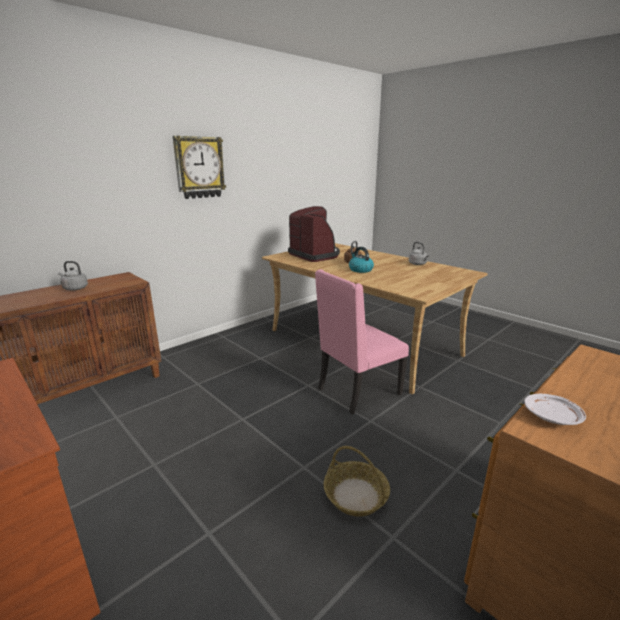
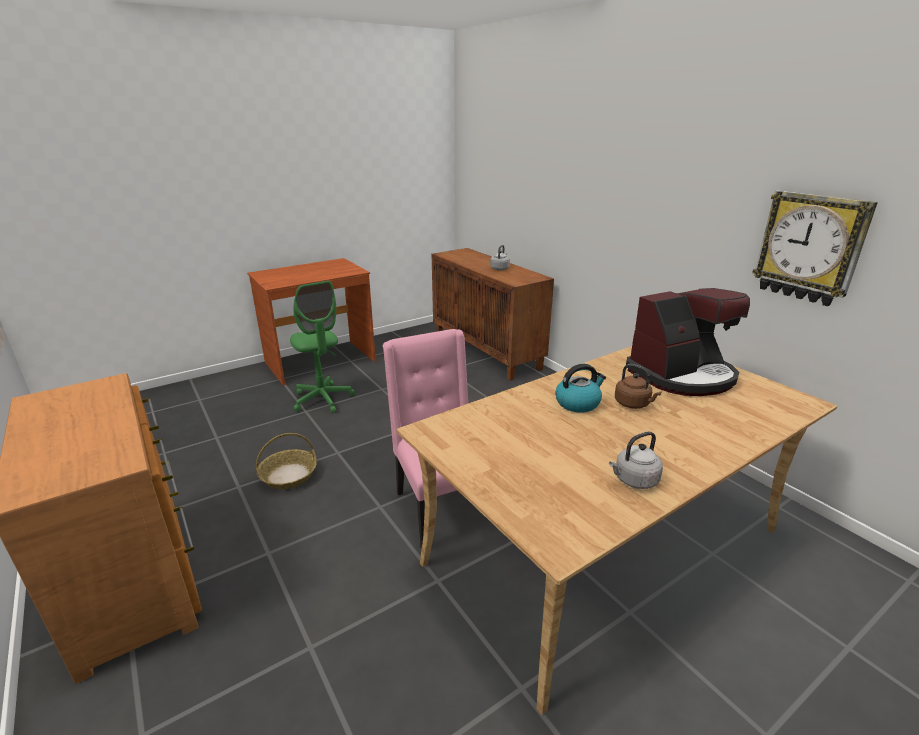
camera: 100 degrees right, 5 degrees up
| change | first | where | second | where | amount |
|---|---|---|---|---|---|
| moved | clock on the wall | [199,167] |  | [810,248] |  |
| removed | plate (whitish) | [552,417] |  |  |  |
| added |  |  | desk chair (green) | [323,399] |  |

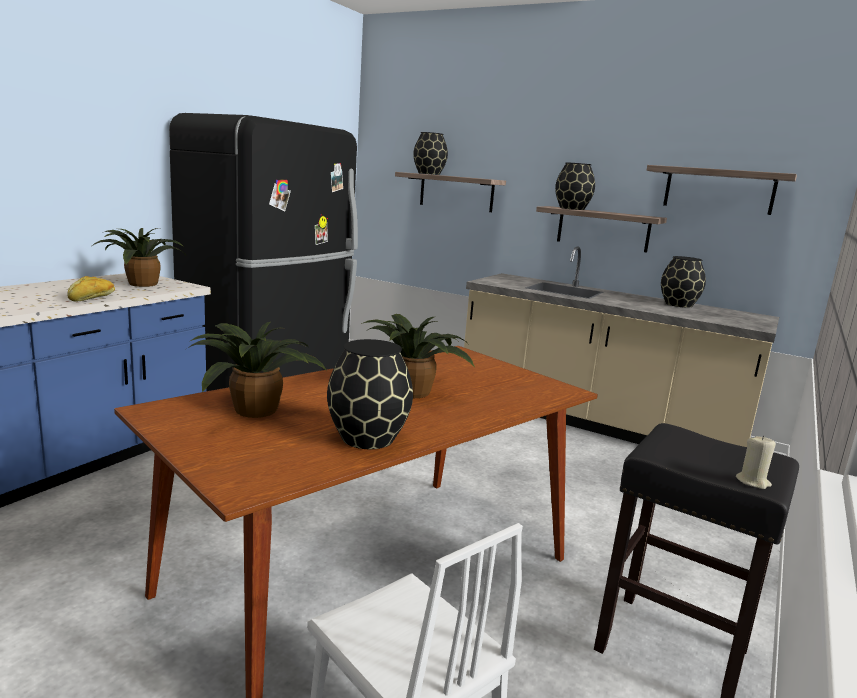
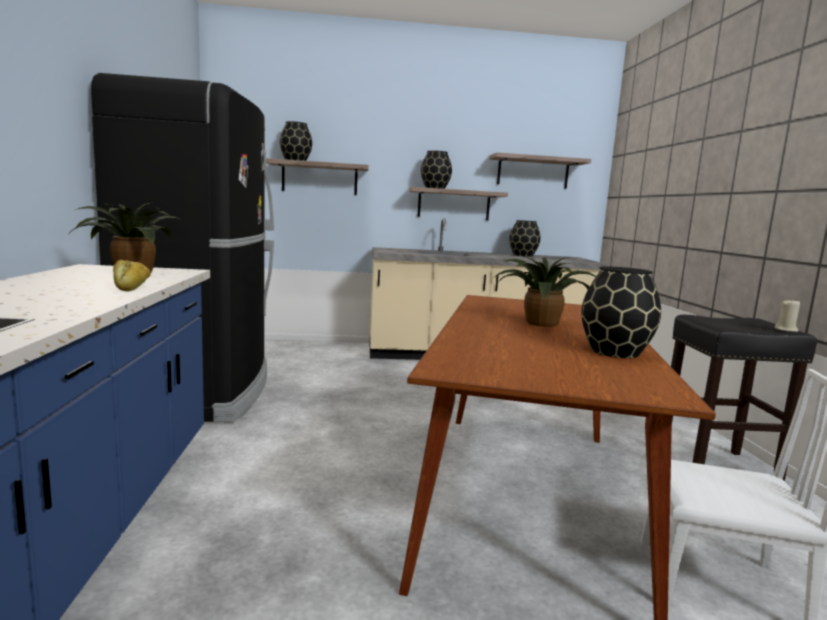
camera: 35 degrees left, 5 degrees down
| change | first | where | second | where | amount |
|---|---|---|---|---|---|
| removed | plant in a pot | [255,409] |  |  |  |

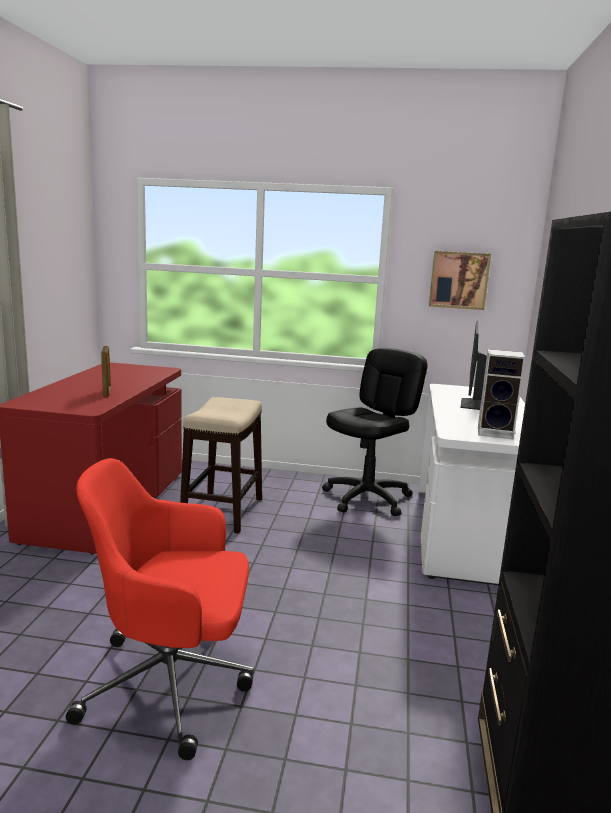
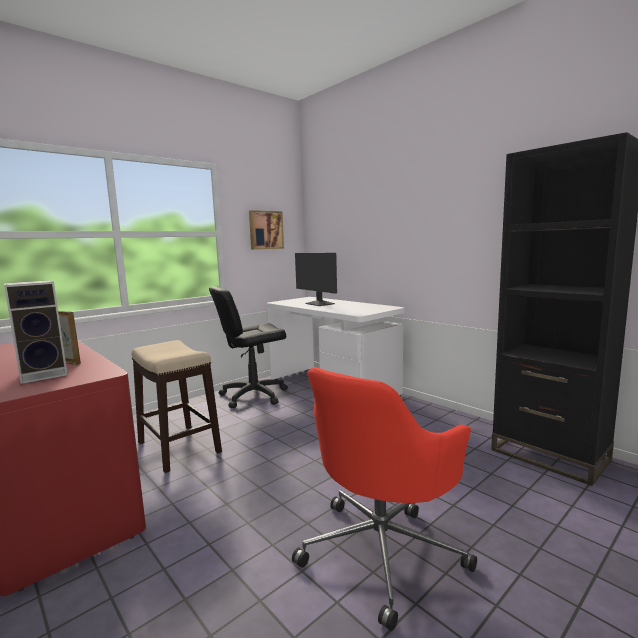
camera: 50 degrees left, 5 degrees down
| change | first | where | second | where | amount |
|---|---|---|---|---|---|
| turned | desk chair (black-coloured) | [367,498] |  | [253,395] | 105 degrees counterclockwise |
| moved | speaker | [496,432] |  | [45,374] |  |

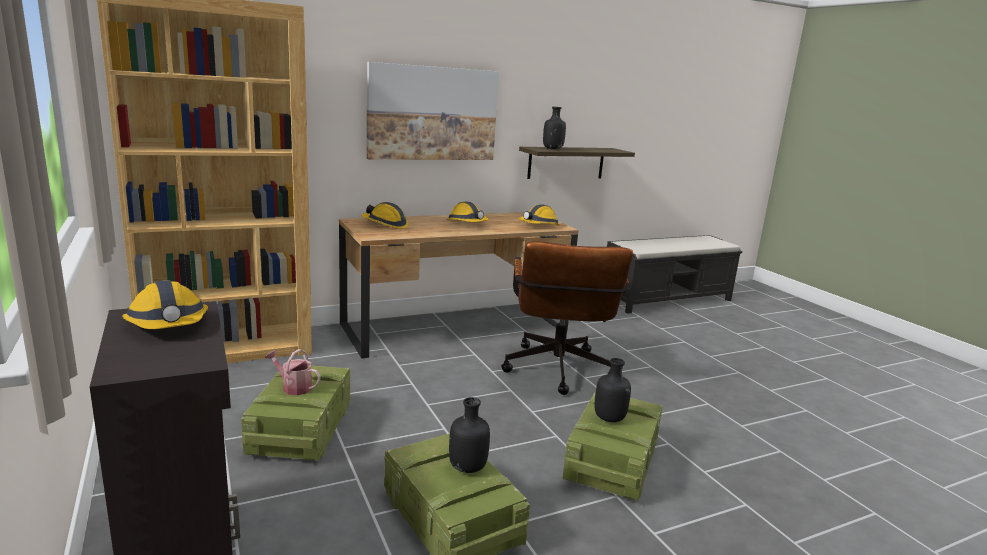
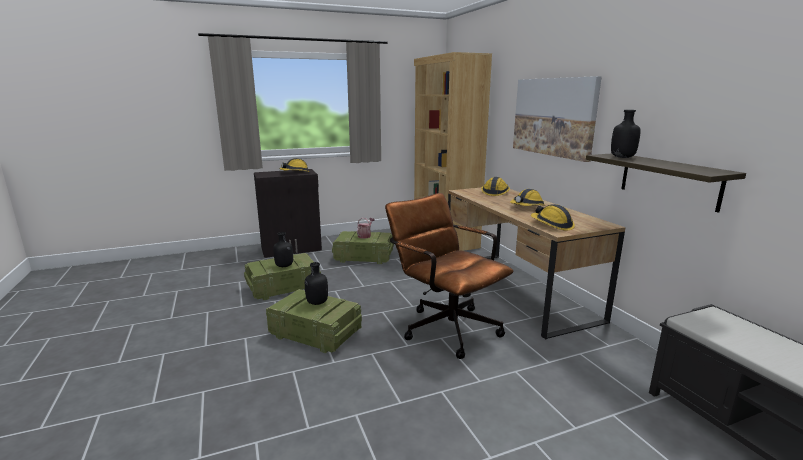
camera: 95 degrees right, 0 degrees up
| change | first | where | second | where | amount |
|---|---|---|---|---|---|
| turned | desk chair (brown-coloured) | [558,373] |  | [445,326] | 45 degrees clockwise |

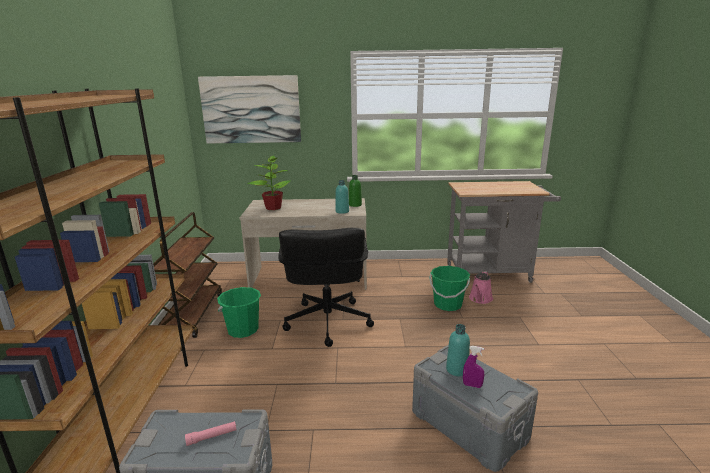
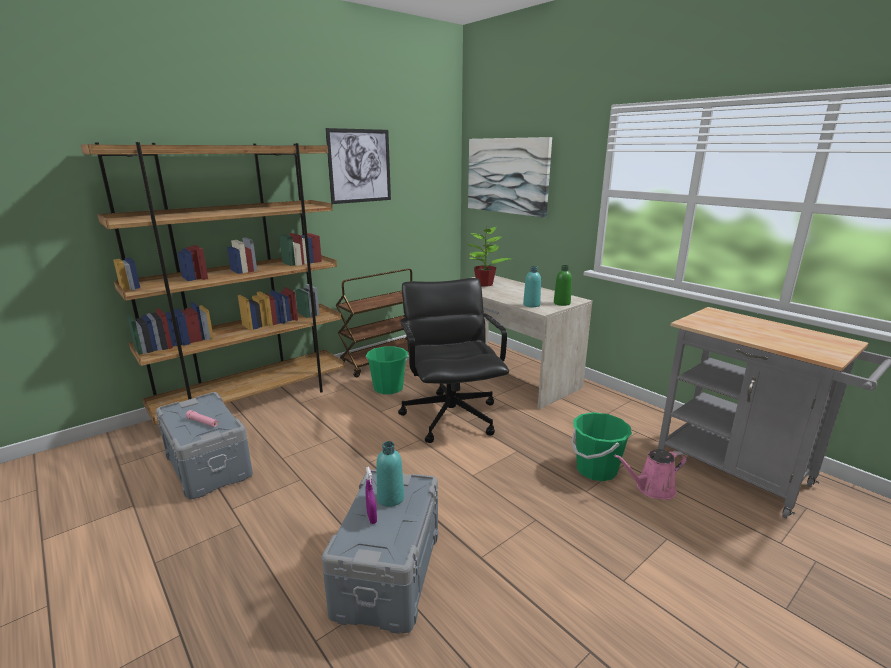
camera: 50 degrees right, 0 degrees up
| change | first | where | second | where | amount |
|---|---|---|---|---|---|
| turned | desk chair (black-coloured) | [327,322] |  | [451,416] | 120 degrees clockwise |
| added |  |  | picture | [359,166] |  |

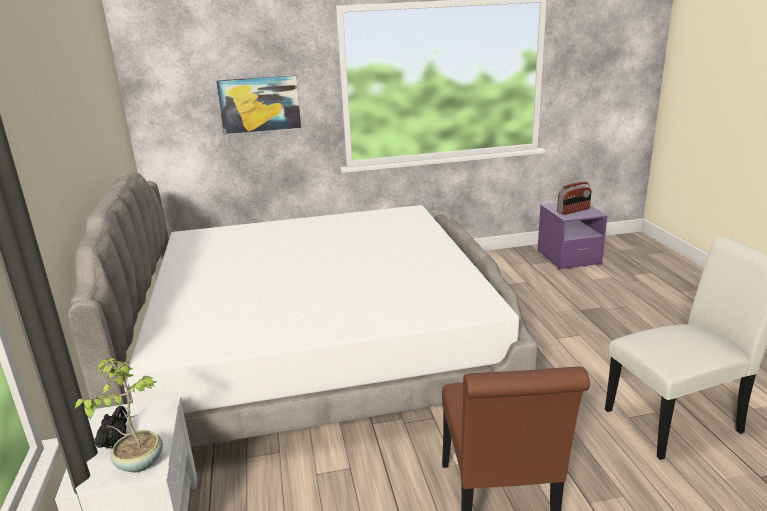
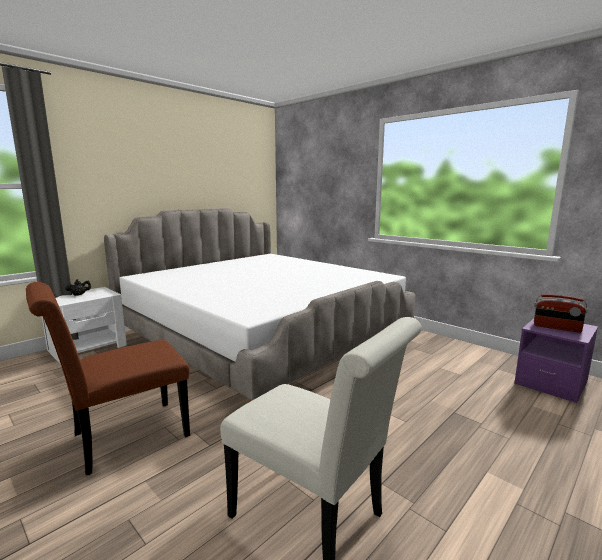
camera: 55 degrees right, 10 degrees down
| change | first | where | second | where | amount |
|---|---|---|---|---|---|
| removed | plant in a pot | [139,462] |  |  |  |
| removed | picture | [259,104] |  |  |  |

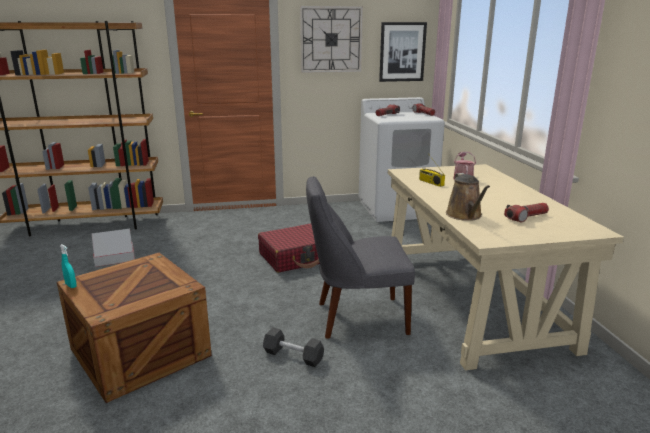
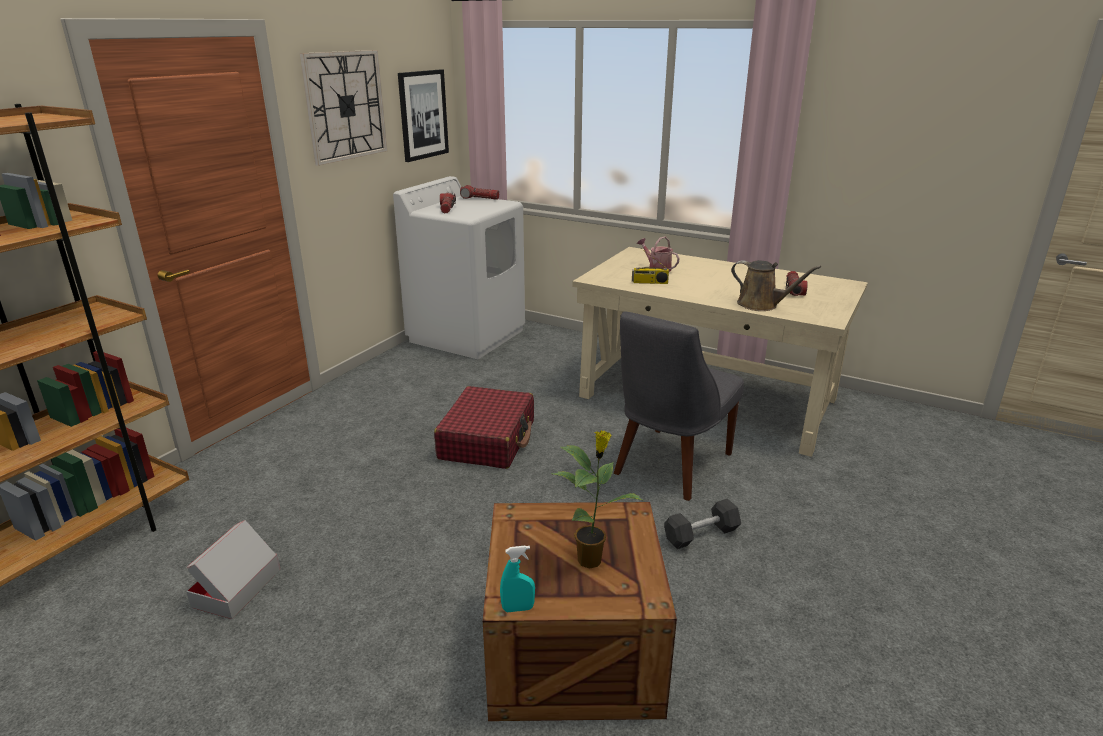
camera: 50 degrees left, 5 degrees up
| change | first | where | second | where | amount |
|---|---|---|---|---|---|
| added |  |  | plant in a pot | [591,559] |  |

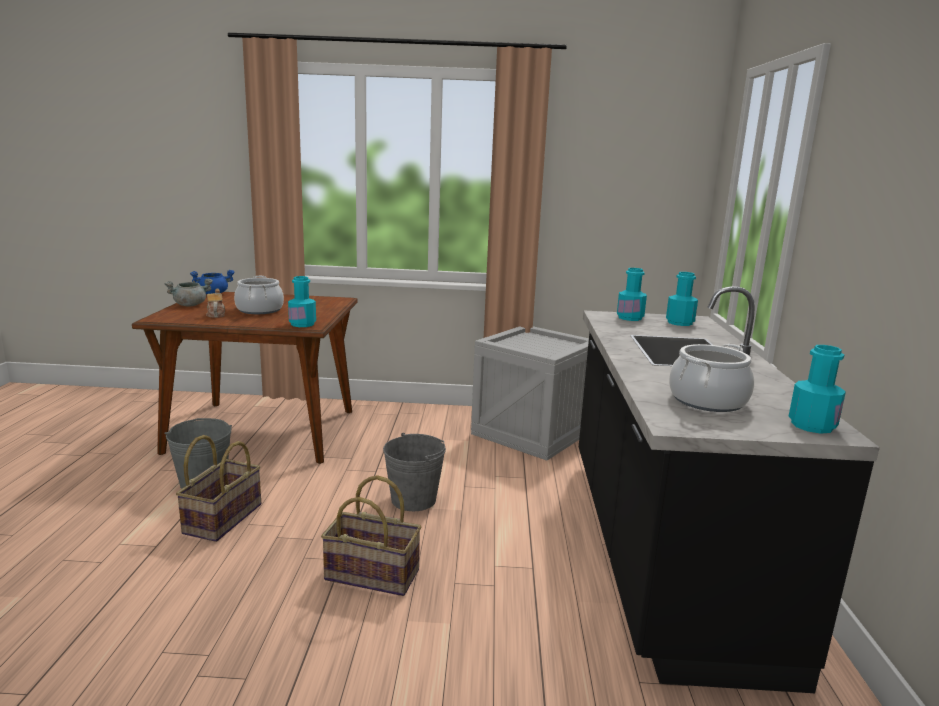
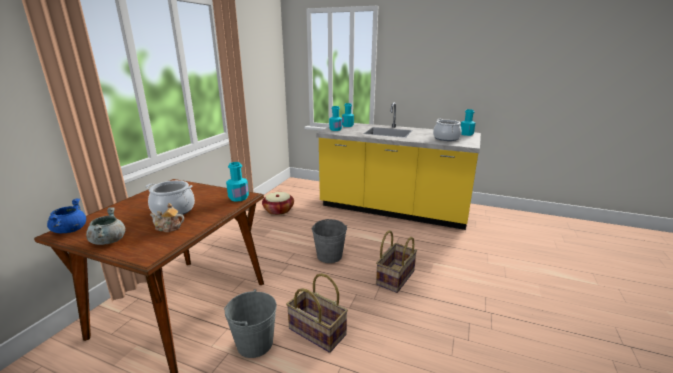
camera: 70 degrees left, 5 degrees up
| change | first | where | second | where | amount |
|---|---|---|---|---|---|
| replaced | packing crate | [533,433] | household basket | [278,210] |  |
| recoloured | kitchen base unit (black-coloured) | [661,549] | kitchen base unit (yellow-coloured) | [393,209] |  |

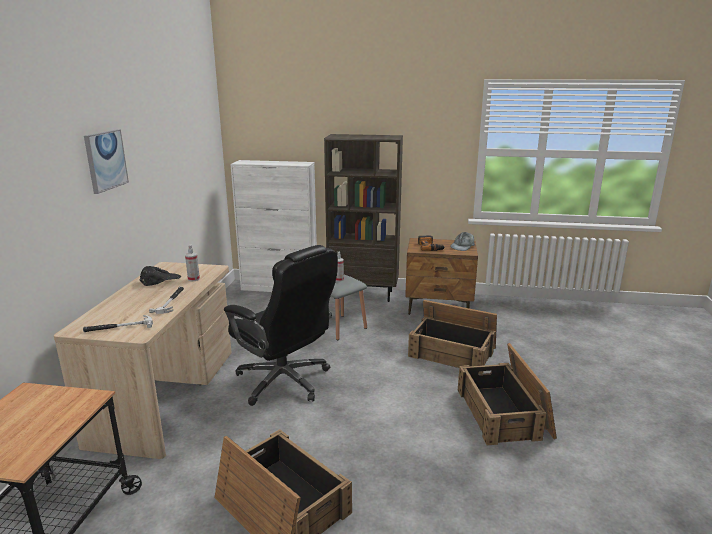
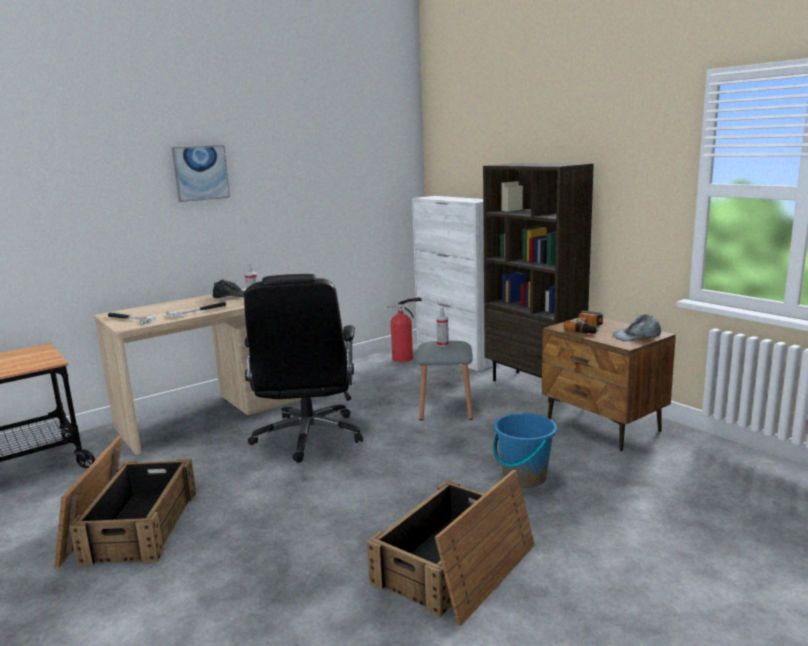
camera: 45 degrees right, 5 degrees down
| change | first | where | second | where | amount |
|---|---|---|---|---|---|
| replaced | packing crate | [452,351] | bucket (bluish) | [524,478] |  |
| added |  |  | fire extinguisher | [405,358] |  |

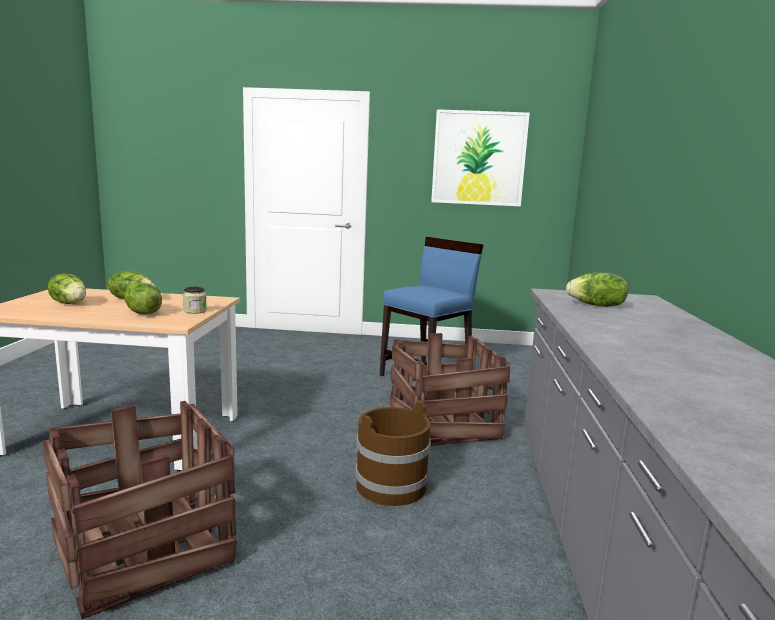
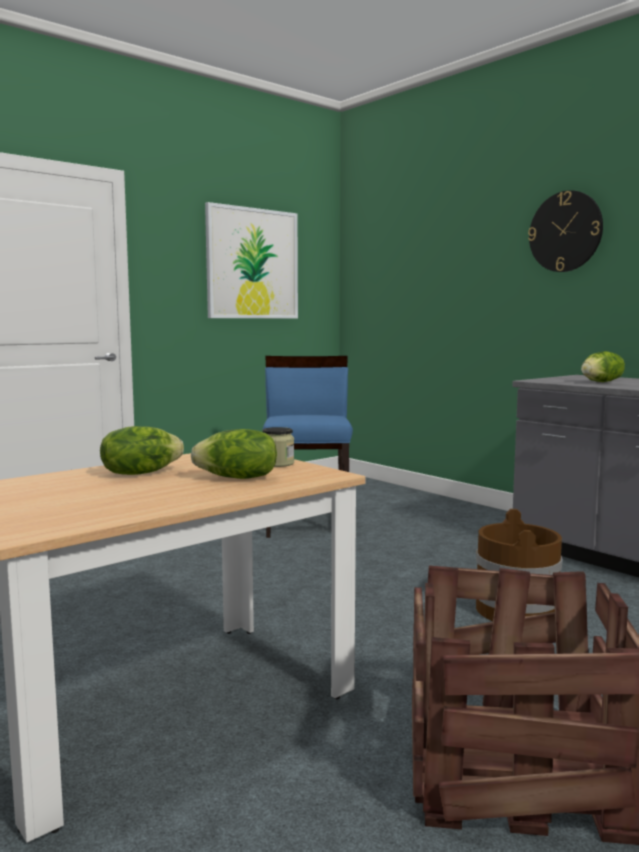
camera: 45 degrees left, 5 degrees down
| change | first | where | second | where | amount |
|---|---|---|---|---|---|
| removed | lettuce | [70,303] |  |  |  |
| removed | packing crate | [443,424] |  |  |  |
| added |  |  | clock on the wall | [565,231] |  |

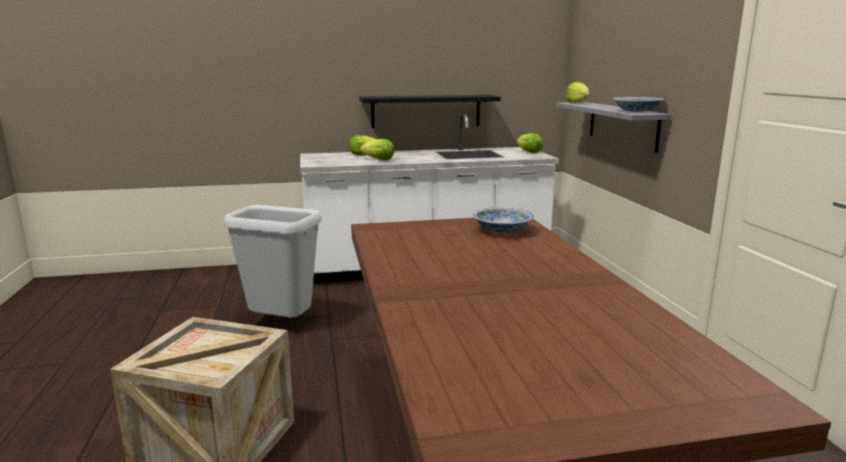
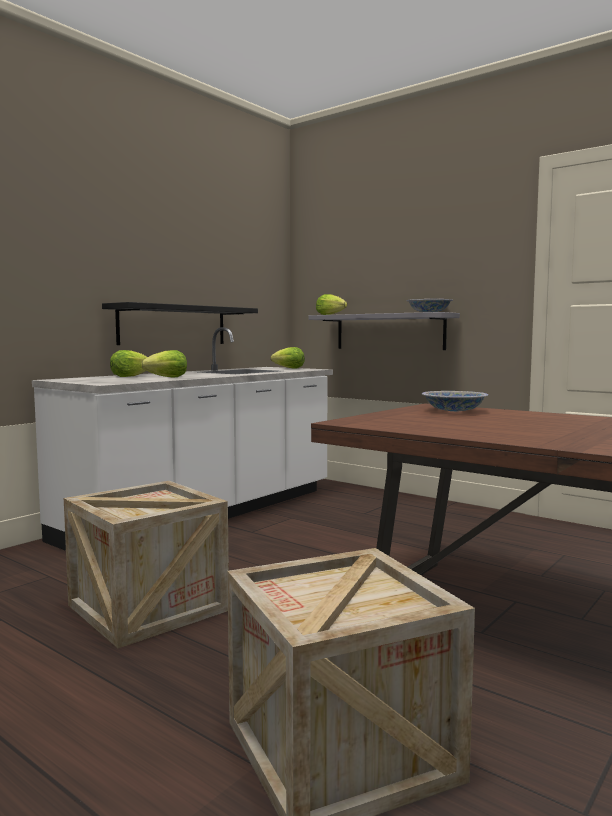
camera: 40 degrees left, 10 degrees down
| change | first | where | second | where | amount |
|---|---|---|---|---|---|
| replaced | trash can (gray) | [282,324] | packing crate | [148,608] |  |

